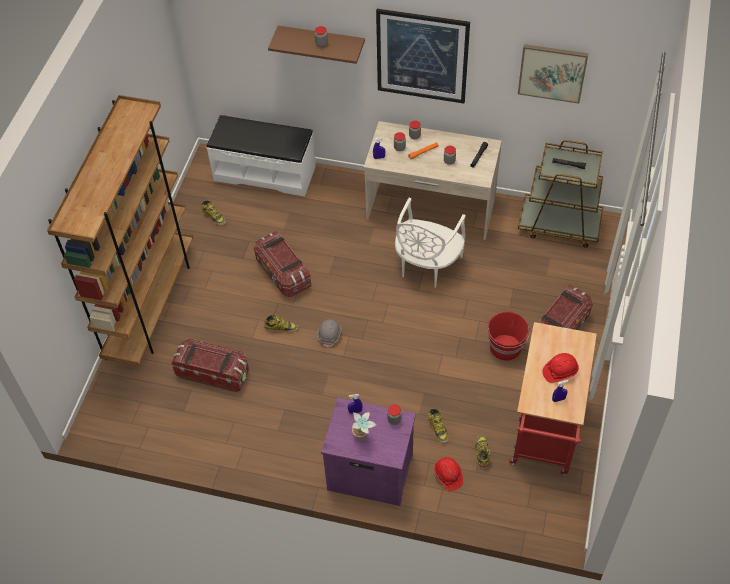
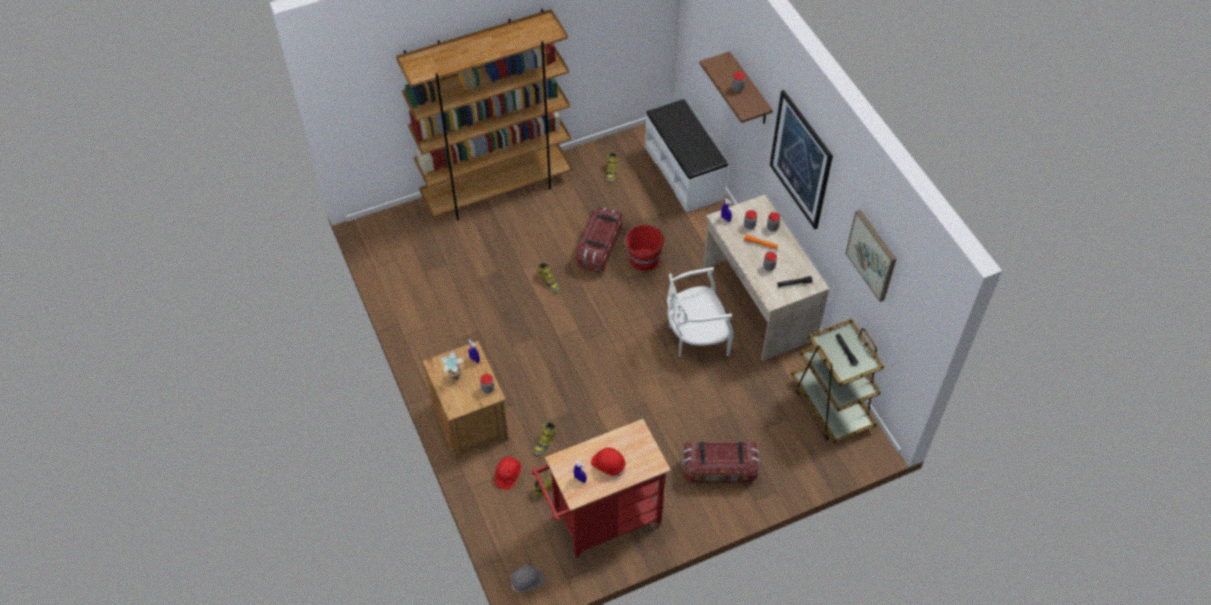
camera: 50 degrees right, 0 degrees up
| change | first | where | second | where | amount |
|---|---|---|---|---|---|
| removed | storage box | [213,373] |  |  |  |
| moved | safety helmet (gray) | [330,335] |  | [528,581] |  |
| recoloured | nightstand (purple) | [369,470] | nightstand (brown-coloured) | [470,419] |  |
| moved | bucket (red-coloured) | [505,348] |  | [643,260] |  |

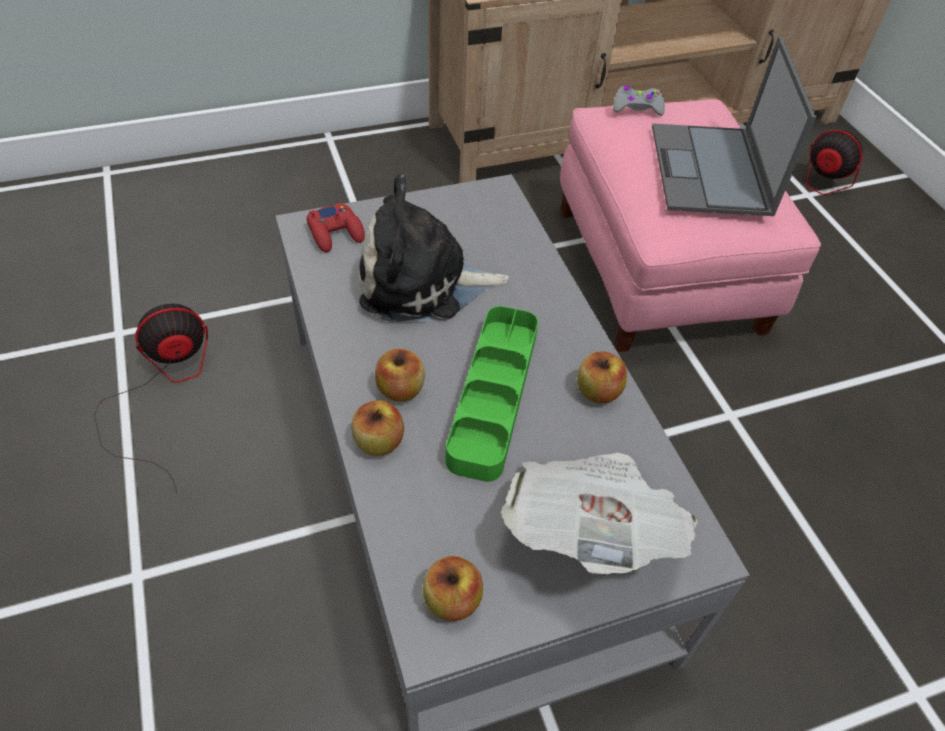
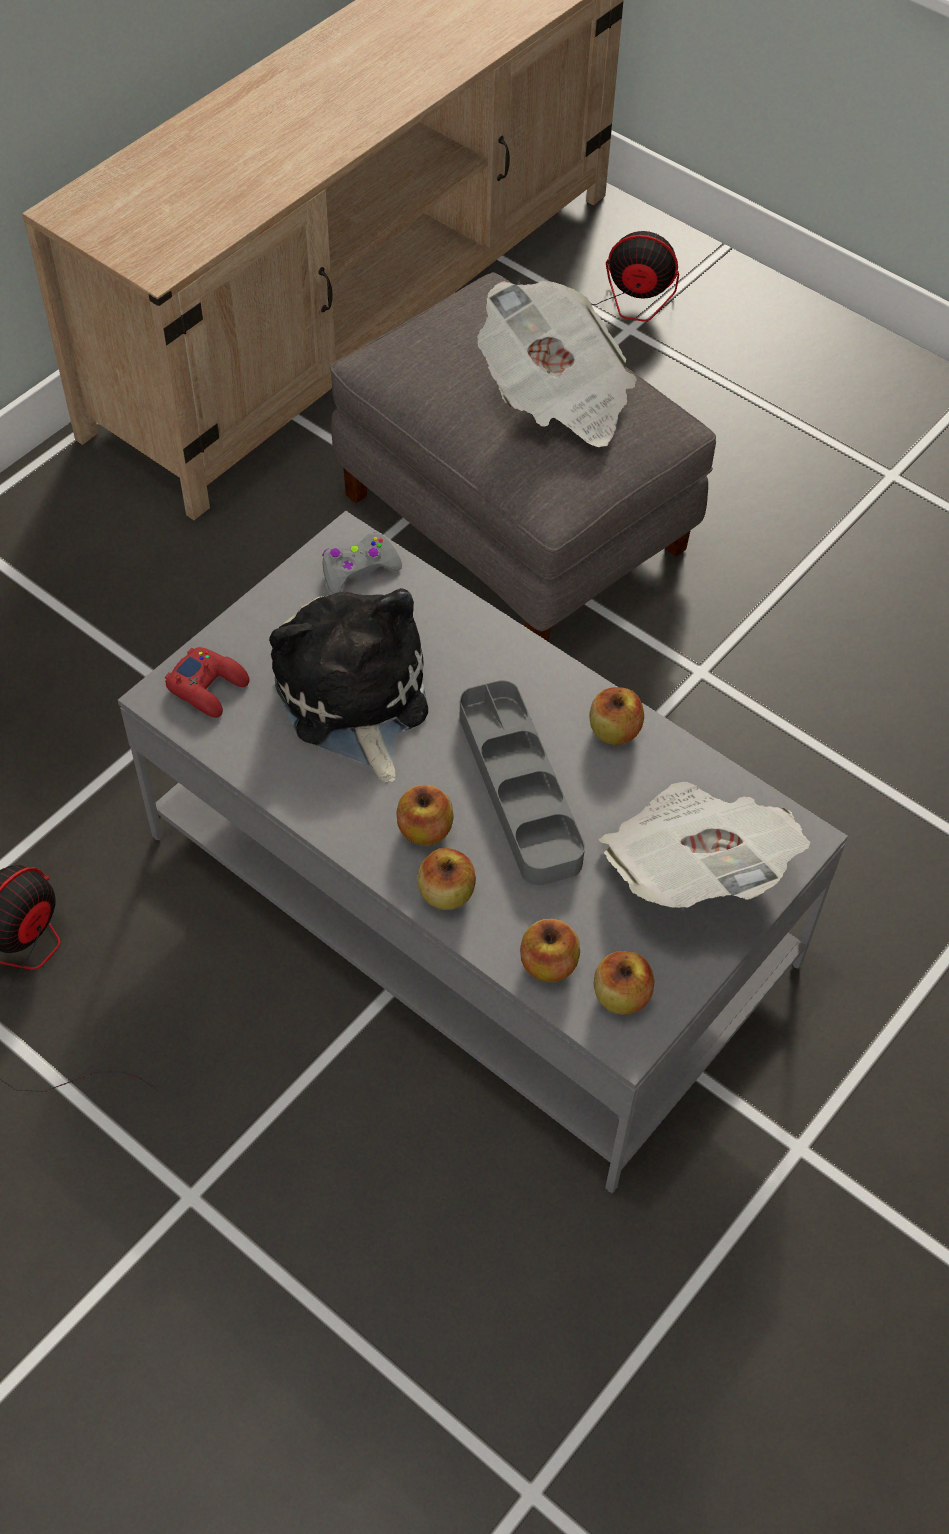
camera: 30 degrees left, 5 degrees up
| change | first | where | second | where | amount |
|---|---|---|---|---|---|
| turned | plush toy | [422,283] |  | [353,700] | 105 degrees clockwise |
| recoloured | serving tray (green) | [493,396] | serving tray (gray) | [519,788] |  |
| recoloured | ottoman (pinkish) | [660,268] | ottoman (gray) | [517,521] |  |
| moved | gamepad (gray) | [637,107] |  | [359,569] |  |
| replaced | notebook computer | [711,171] | daily paper | [556,396] |  |
| added |  |  | whole apple | [548,964] |  |

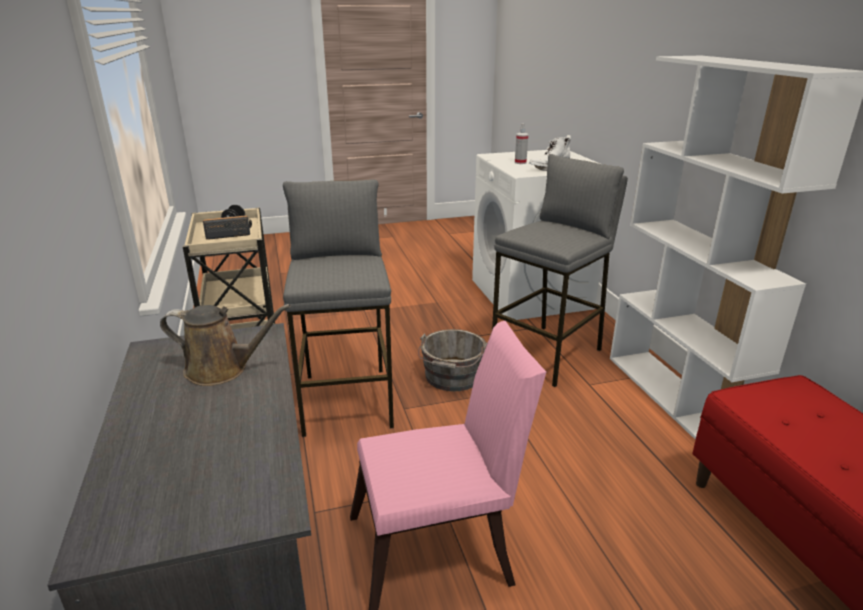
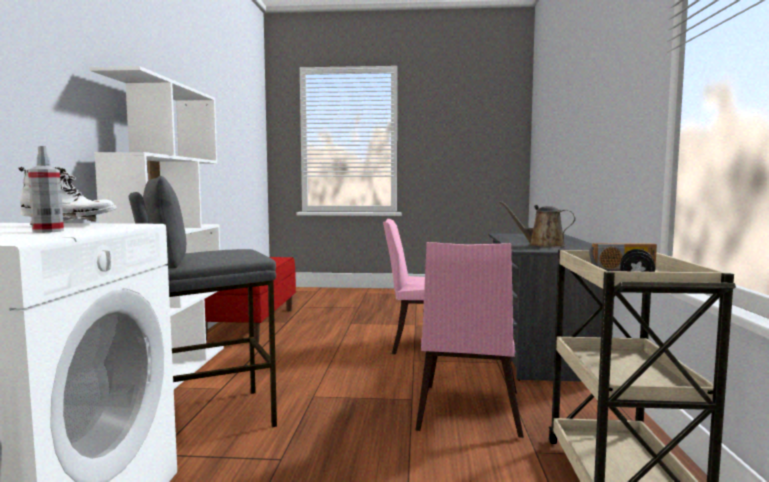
camera: 160 degrees left, 20 degrees down
| change | first | where | second | where | amount |
|---|---|---|---|---|---|
| replaced | stool seat (gray) | [347,400] | upright chair (pinkish) | [467,414] |  |
| removed | bucket (gray) | [452,377] |  |  |  |

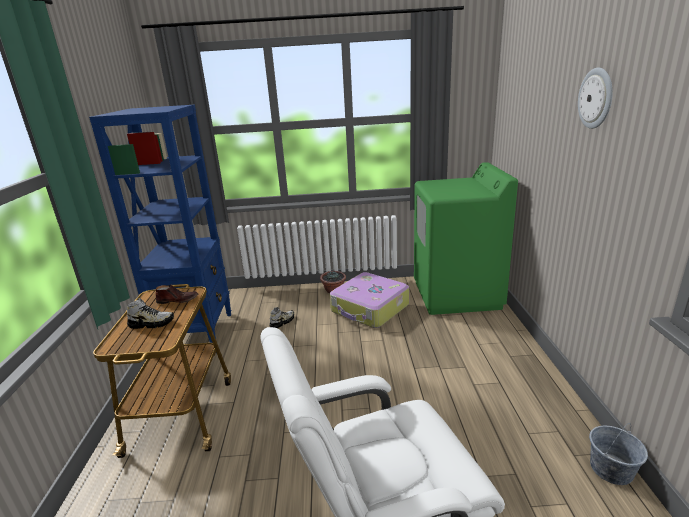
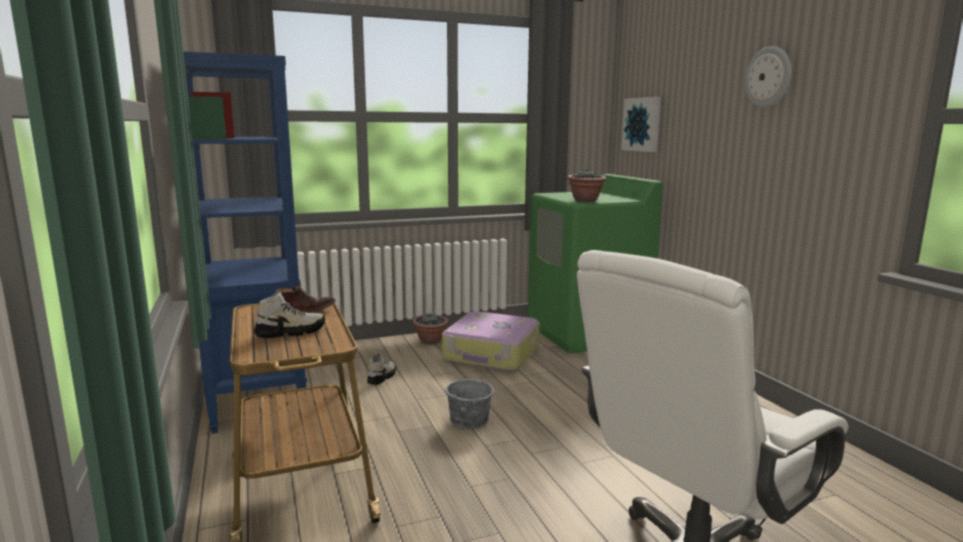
camera: 20 degrees left, 10 degrees down
| change | first | where | second | where | amount |
|---|---|---|---|---|---|
| moved | bucket (gray) | [611,469] |  | [469,420] |  |
| added |  |  | plant in a pot | [585,200] |  |
| added |  |  | picture | [642,124] |  |

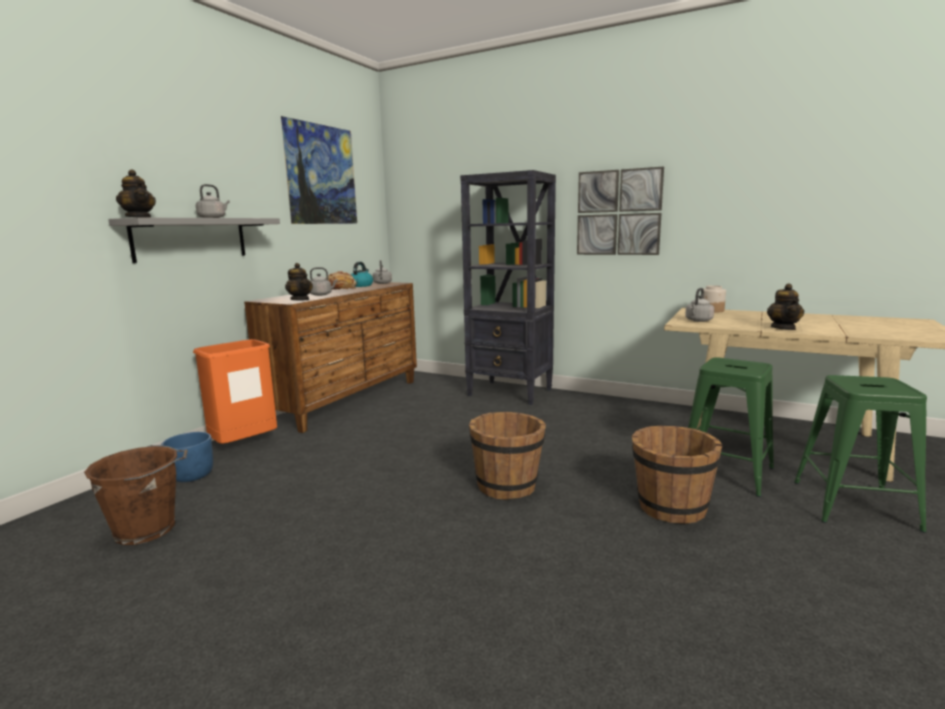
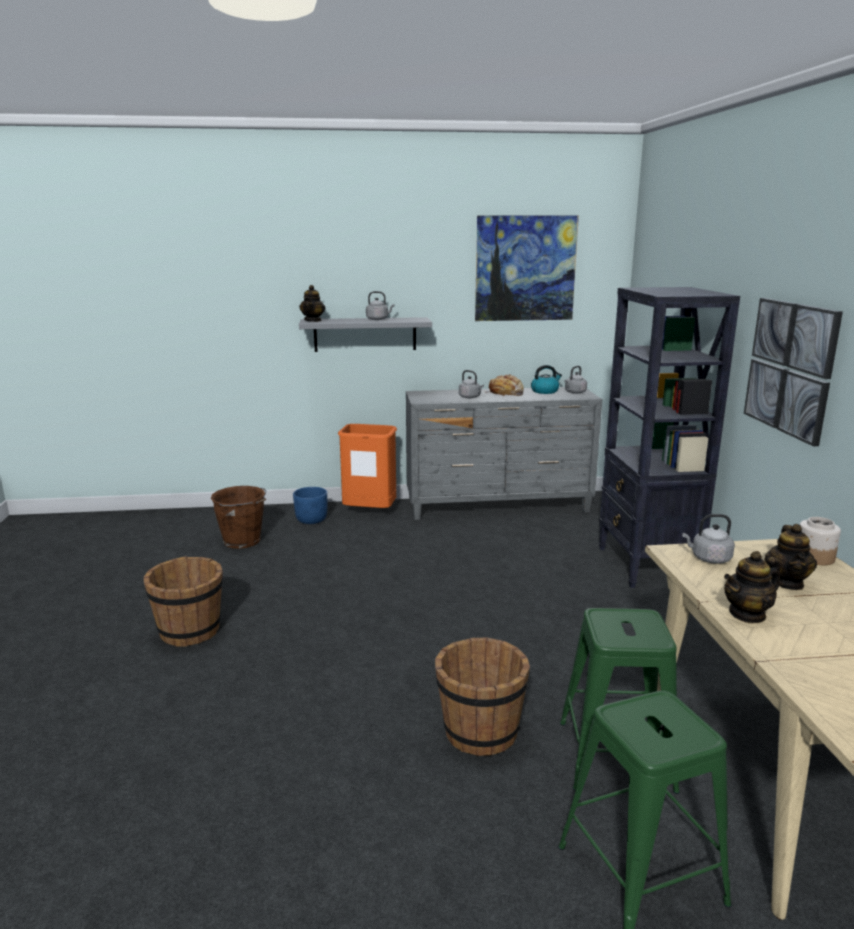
camera: 55 degrees right, 5 degrees up
| change | first | where | second | where | amount |
|---|---|---|---|---|---|
| recoloured | chest of drawers (brown-coloured) | [348,401] | chest of drawers (gray) | [498,507] |  |
| moved | tea pot | [300,300] |  | [787,582] |  |
| moved | bucket (brown-coloured) | [507,486] |  | [190,631] |  |

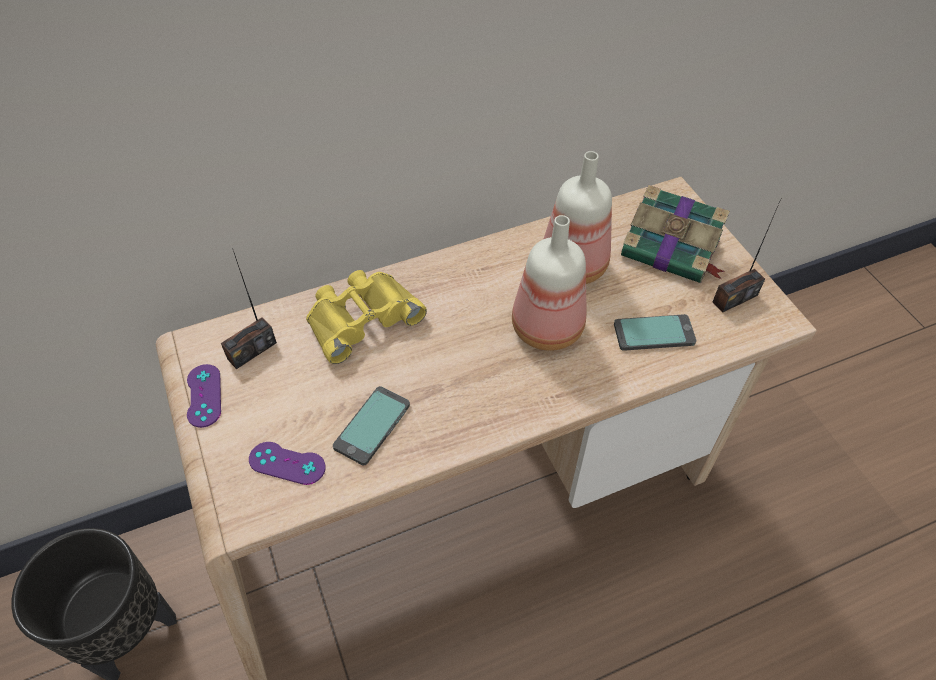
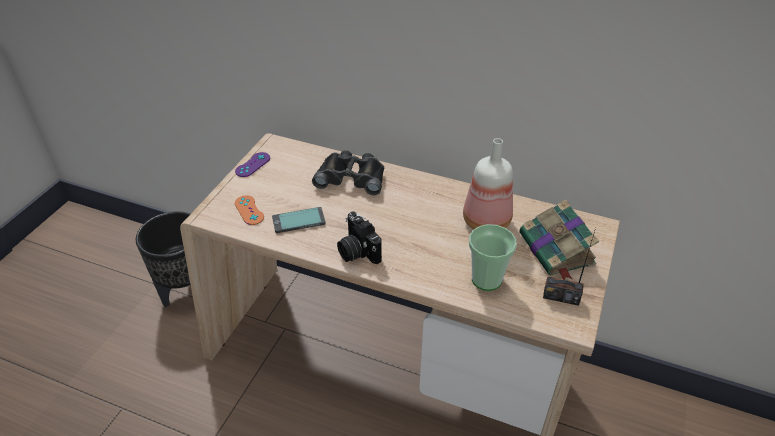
camera: 45 degrees right, 10 degrees down
| change | first | where | second | where | amount |
|---|---|---|---|---|---|
| removed | radio set | [252,350] |  |  |  |
| recoloured | gamepad (purple) | [287,463] | gamepad (orangey) | [249,210] |  |
| recoloured | pair of binoculars (yellow-coloured) | [361,318] | pair of binoculars (black-coloured) | [351,177] |  |
| removed | drink bottle | [544,328] |  |  |  |
| replaced | phone | [653,333] | cup | [486,279] |  |
| added |  |  | photo camera | [357,251] |  |

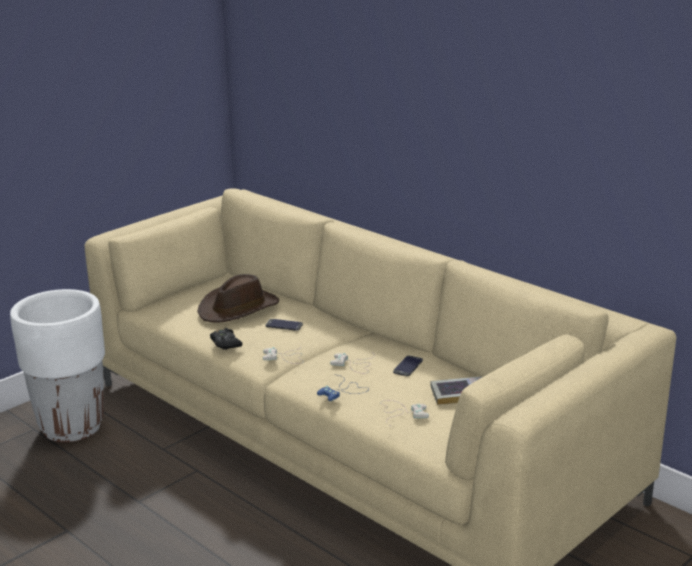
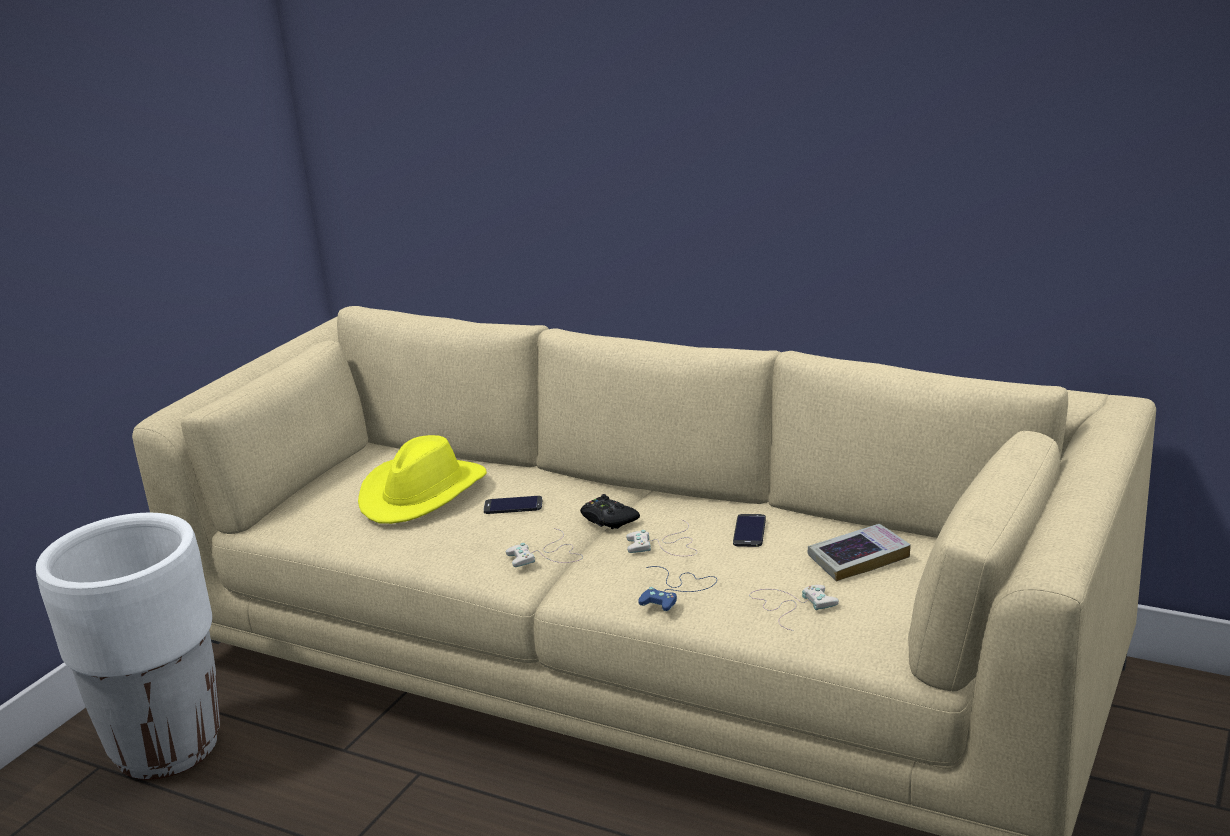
camera: 15 degrees left, 0 degrees up
| change | first | where | second | where | amount |
|---|---|---|---|---|---|
| recoloured | wearable hat (brown-coloured) | [238,308] | wearable hat (yellow-coloured) | [423,493] |  |
| moved | gamepad (black-coloured) | [225,343] |  | [608,519] |  |

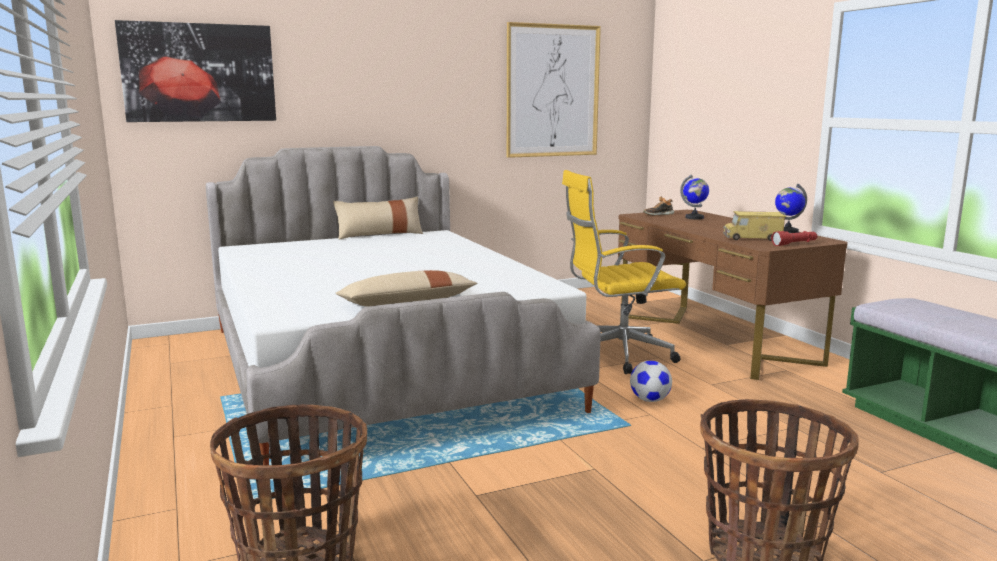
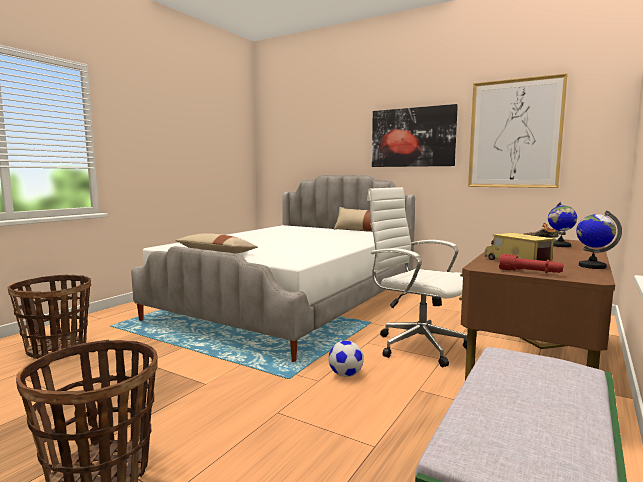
camera: 55 degrees right, 5 degrees down
| change | first | where | second | where | amount |
|---|---|---|---|---|---|
| moved | picture | [199,73] |  | [412,137] |  |
| recoloured | desk chair (yellow-coloured) | [616,355] | desk chair (whitish) | [417,346] |  |

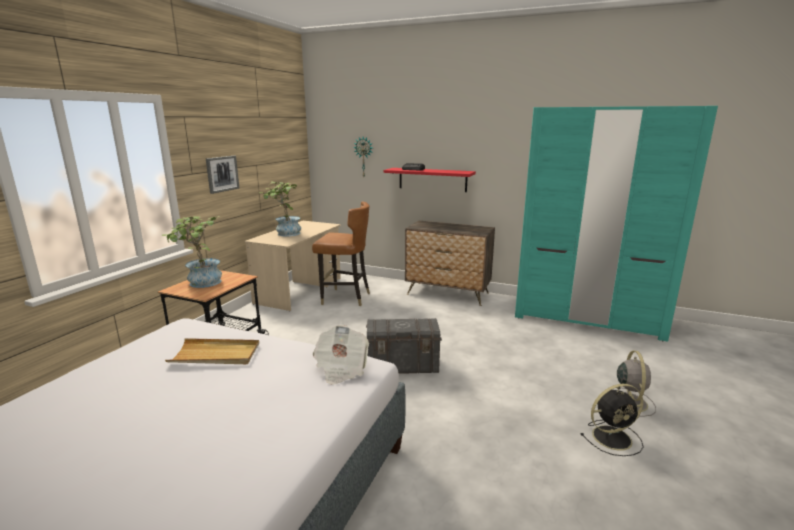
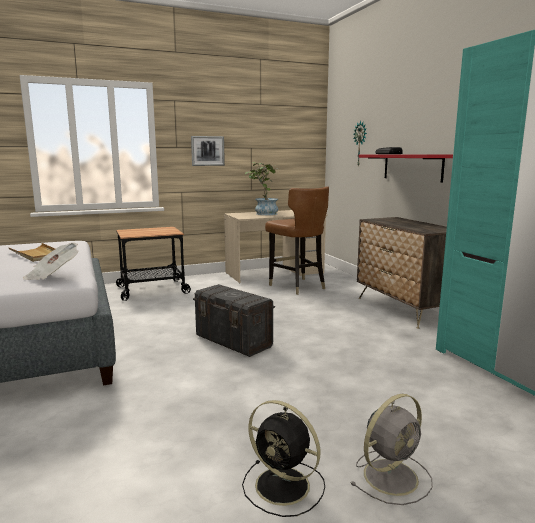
camera: 45 degrees right, 5 degrees down
| change | first | where | second | where | amount |
|---|---|---|---|---|---|
| removed | plant in a pot | [201,284] |  |  |  |

